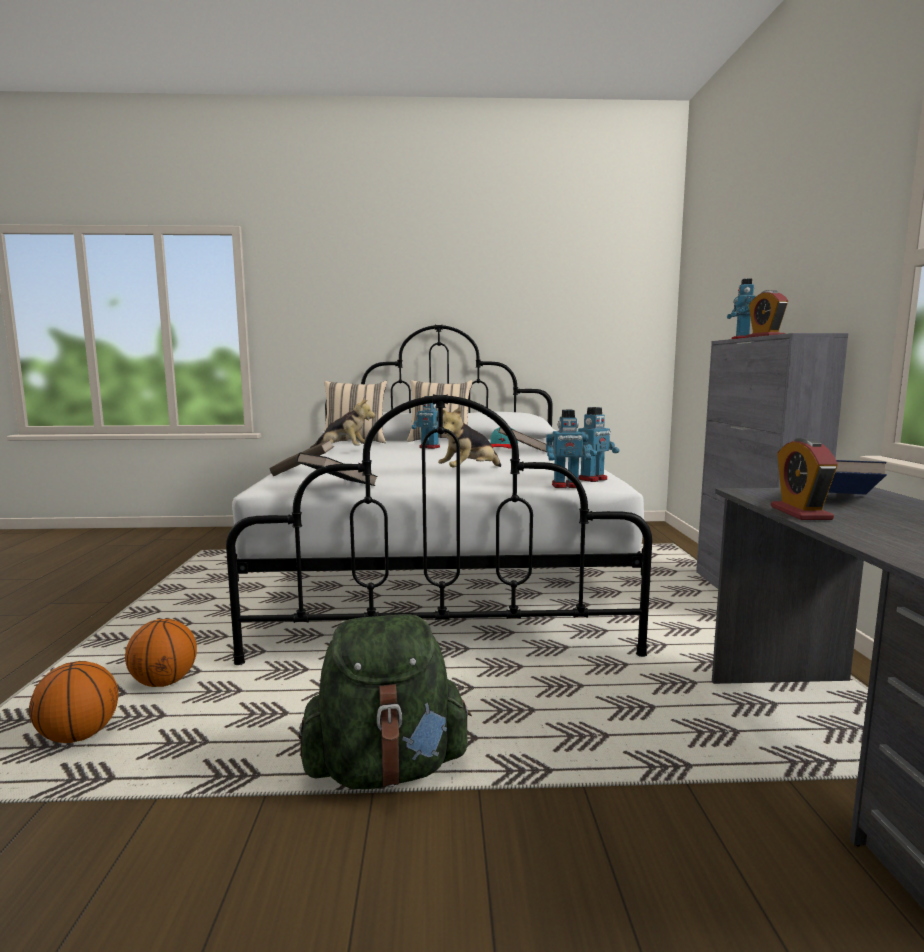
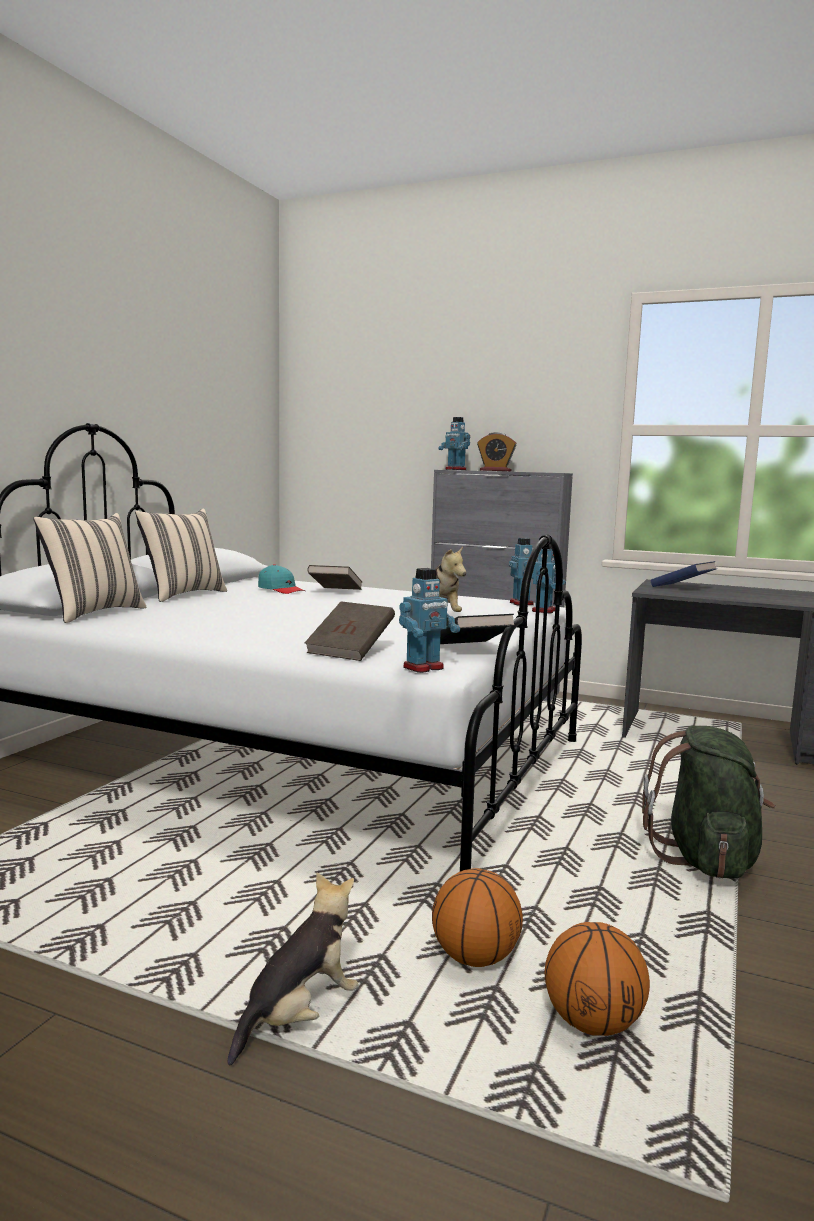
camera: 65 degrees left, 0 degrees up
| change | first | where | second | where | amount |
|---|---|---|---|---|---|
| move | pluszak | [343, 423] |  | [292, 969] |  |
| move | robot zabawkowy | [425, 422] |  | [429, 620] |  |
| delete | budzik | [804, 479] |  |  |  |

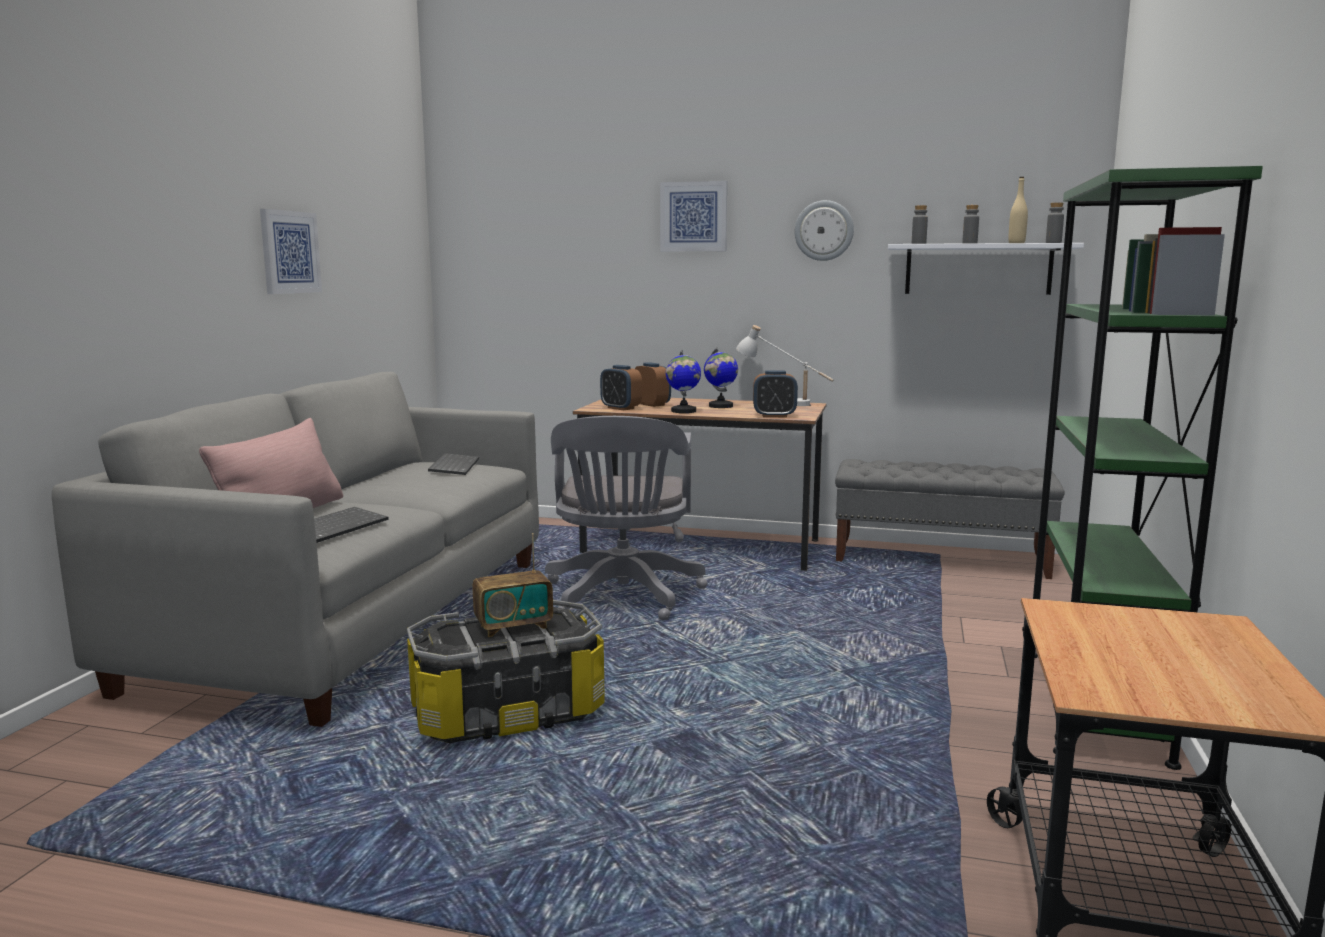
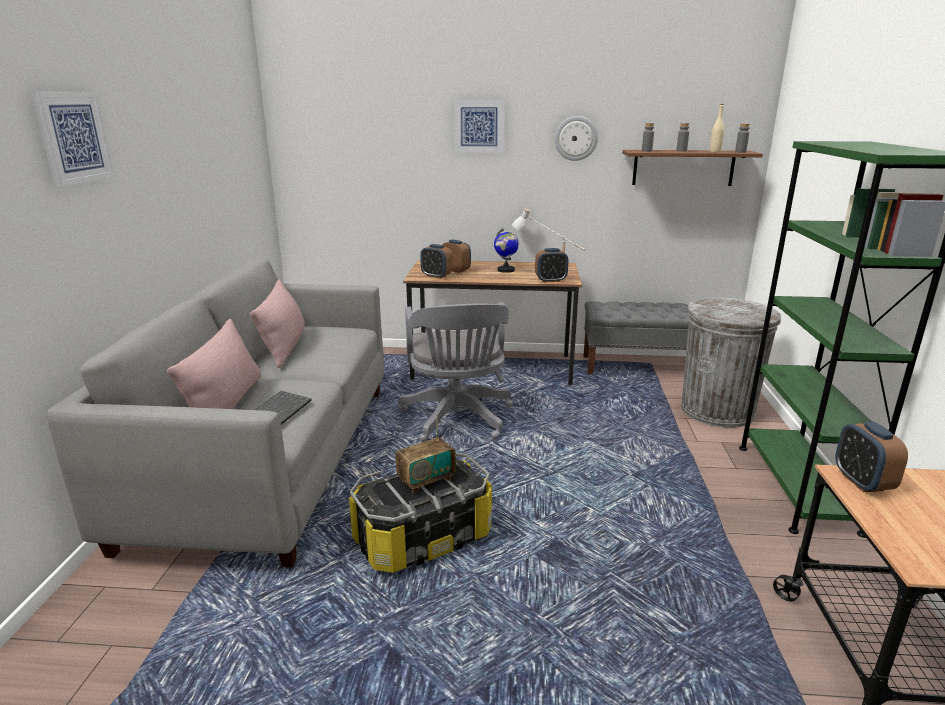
camera: 10 degrees left, 10 degrees up
| change | first | where | second | where | amount |
|---|---|---|---|---|---|
| move | obraz | [291, 251] |  | [72, 139] |  |
| delete | klawiatura | [453, 464] |  |  |  |
| delete | globus | [683, 381] |  |  |  |
| recolor | półka (biały) | [986, 269] | półka (brązowy) | [692, 168] |  |
| insert |  |  | poduszka (różowy) | [277, 324] |  |
| insert |  |  | kosz na śmieci (szary) | [731, 363] |  |
| insert |  |  | budzik | [872, 457] |  |

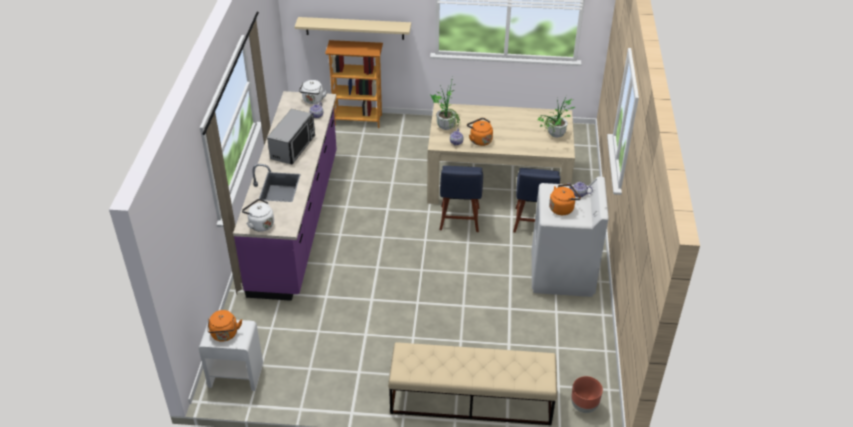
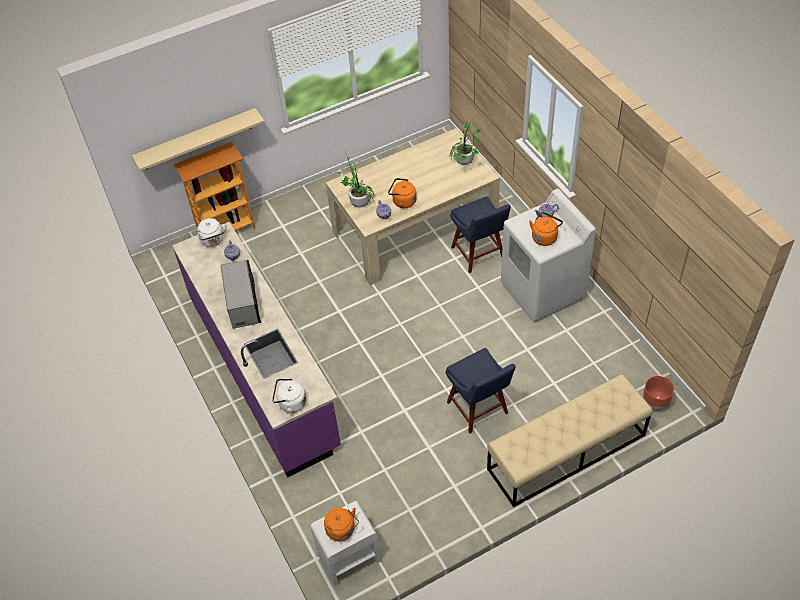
camera: 30 degrees left, 10 degrees up
| change | first | where | second | where | amount |
|---|---|---|---|---|---|
| move | krzesło (niebieski) | [461, 199] |  | [480, 390] |  |

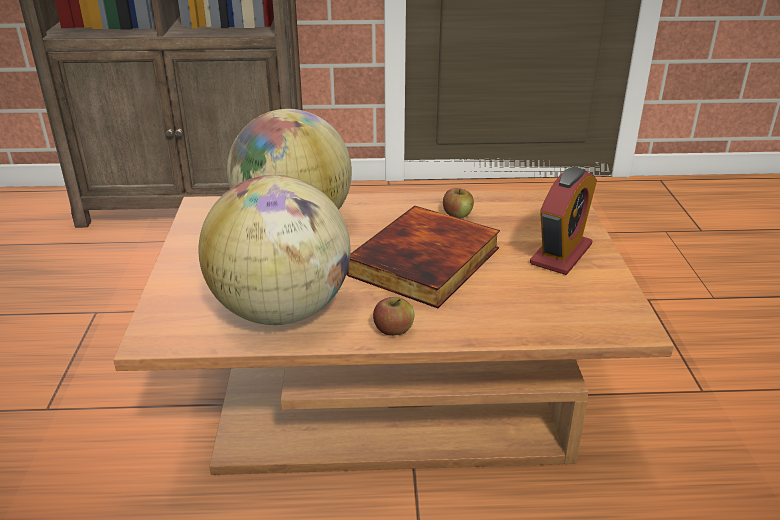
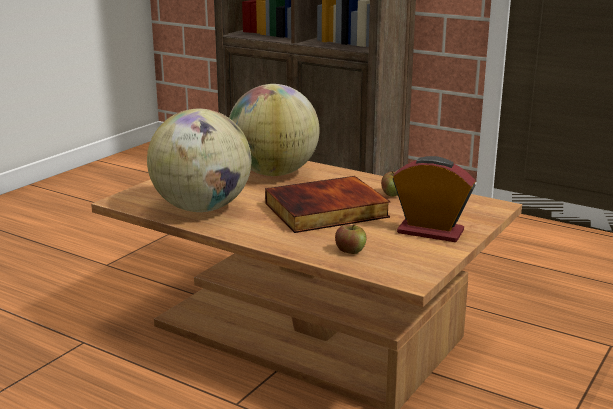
camera: 35 degrees right, 10 degrees down
| change | first | where | second | where | amount |
|---|---|---|---|---|---|
| move | jabłko | [393, 316] |  | [350, 239] |  |
| rotate | budzik | [563, 221] |  | [434, 199] | 135 degrees counterclockwise |

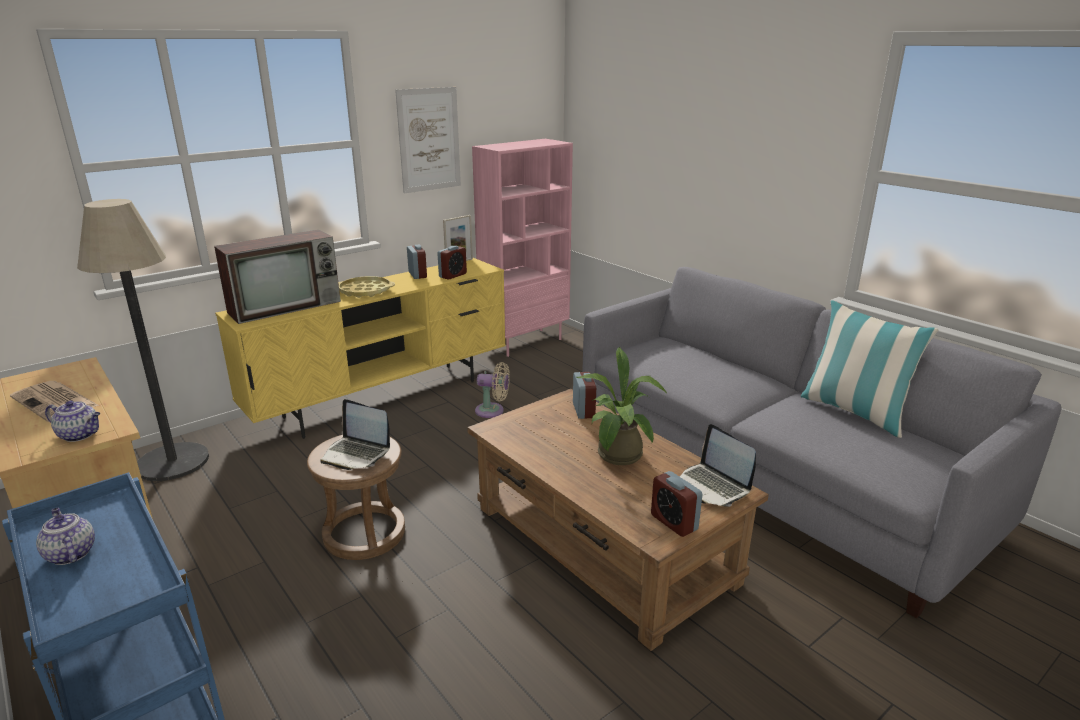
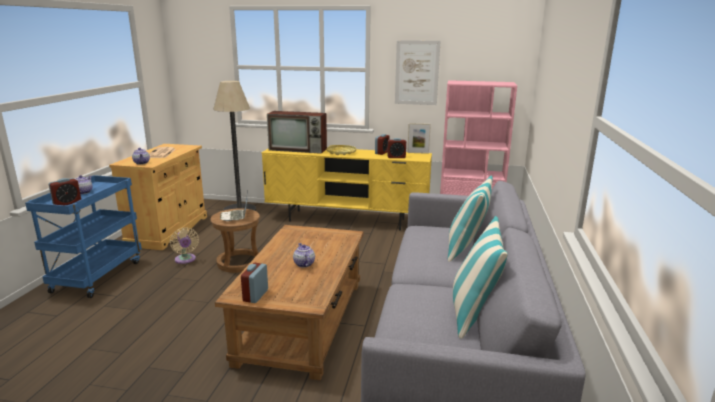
camera: 50 degrees right, 5 degrees down
| change | first | where | second | where | amount |
|---|---|---|---|---|---|
| move | wentylator (beżowy) | [492, 390] |  | [184, 245] |  |
| move | budzik | [584, 395] |  | [65, 191] |  |
| replace | roślina doniczkowa | [621, 406] | imbryk | [304, 255] |  |
| delete | laptop | [718, 465] |  |  |  |
| insert |  |  | poduszka | [470, 219] |  |

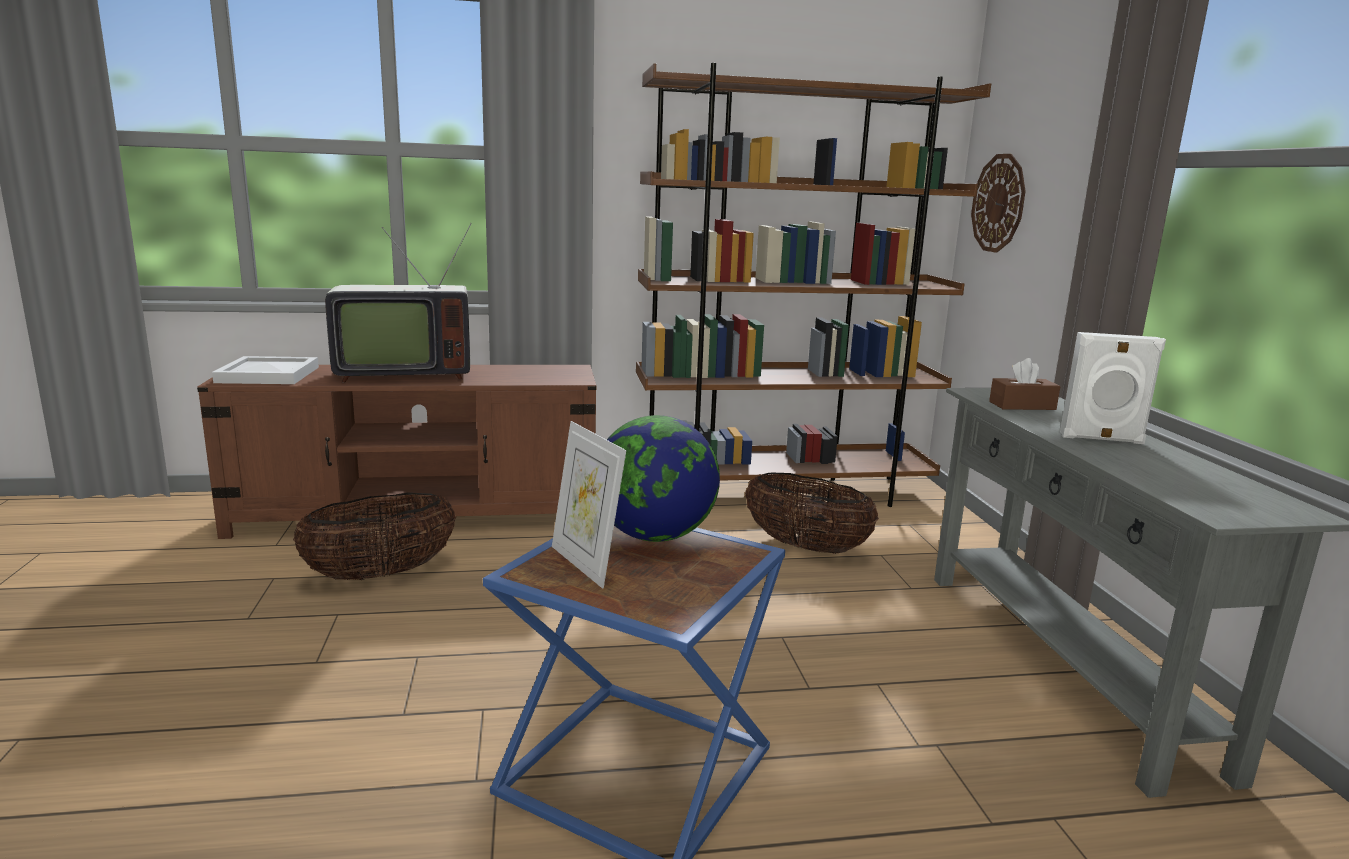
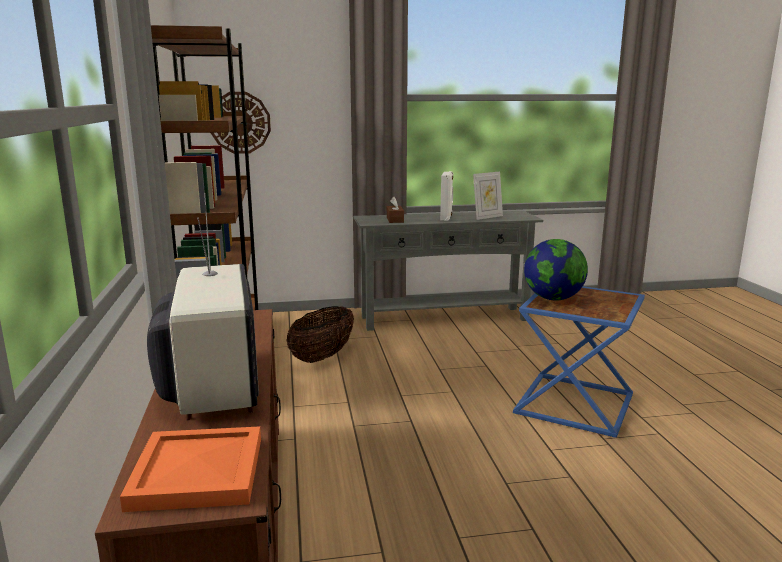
camera: 90 degrees left, 0 degrees up
| change | first | where | second | where | amount |
|---|---|---|---|---|---|
| recolor | taca (biały) | [265, 370] | taca (pomarańczowy) | [190, 469] |  |
| delete | koszyk | [374, 536] |  |  |  |
| move | ramka na zdjęcie | [589, 505] |  | [488, 196] |  |

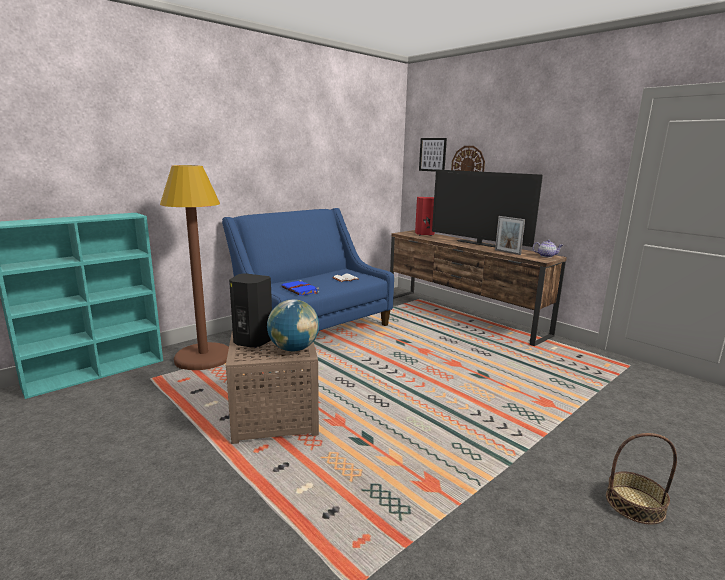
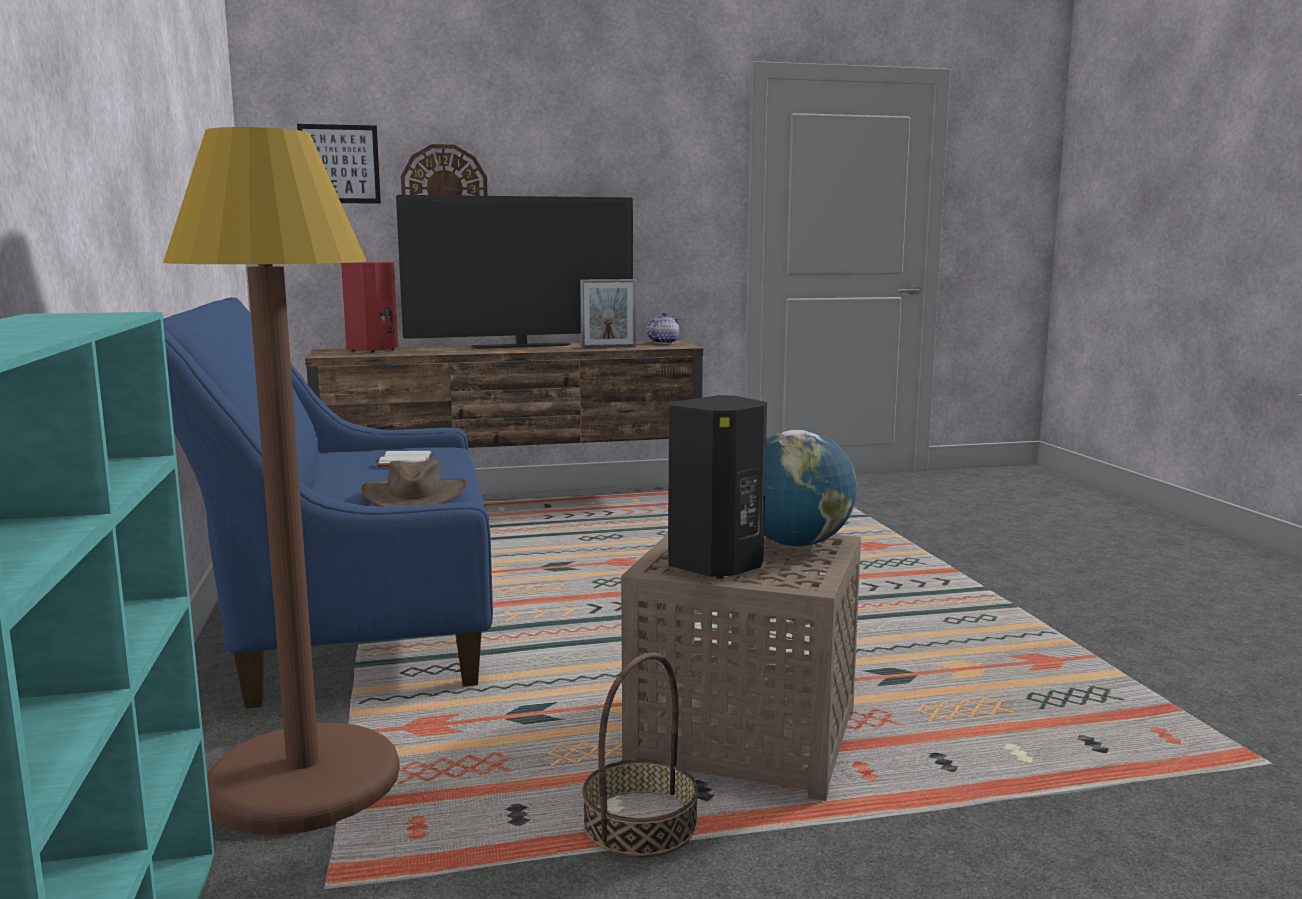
camera: 60 degrees left, 5 degrees down
| change | first | where | second | where | amount |
|---|---|---|---|---|---|
| replace | książka (niebieski) | [300, 288] | kapelusz (brązowy) | [414, 483] |  |
| move | koszyk | [641, 478] |  | [640, 755] |  |

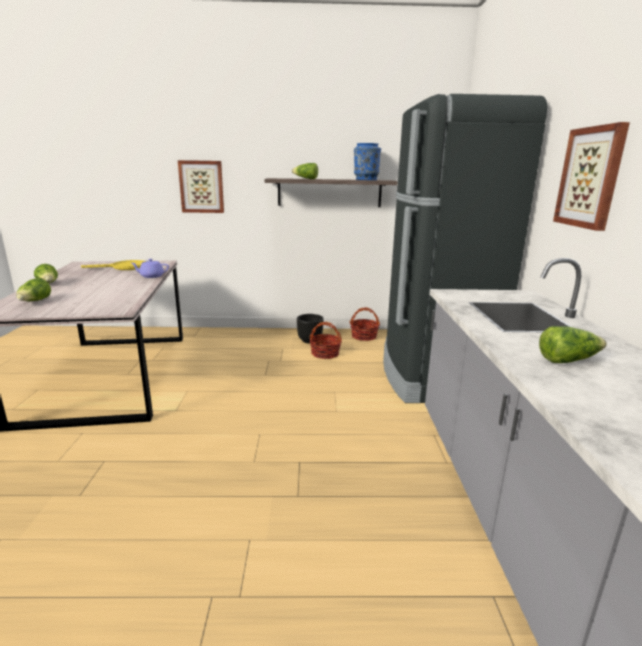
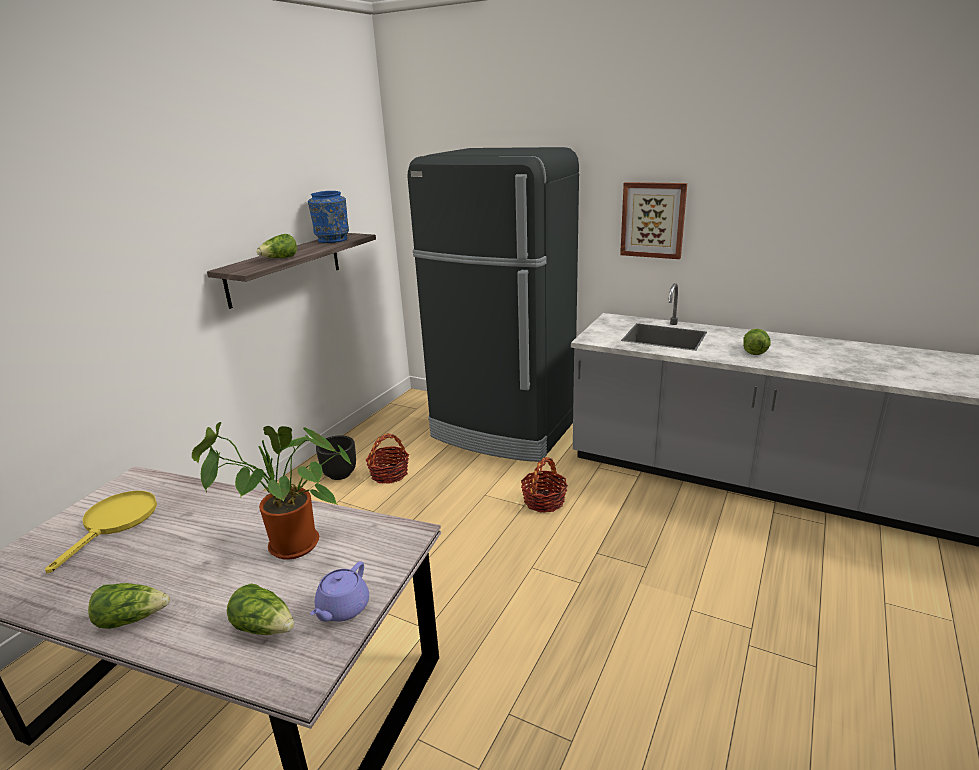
camera: 60 degrees left, 5 degrees up
| change | first | where | second | where | amount |
|---|---|---|---|---|---|
| move | imbryk (fioletowy) | [150, 268] |  | [339, 591] |  |
| delete | obraz | [201, 186] |  |  |  |
| move | koszyk | [365, 324] |  | [544, 485] |  |
| insert |  |  | roślina doniczkowa | [272, 491] |  |

